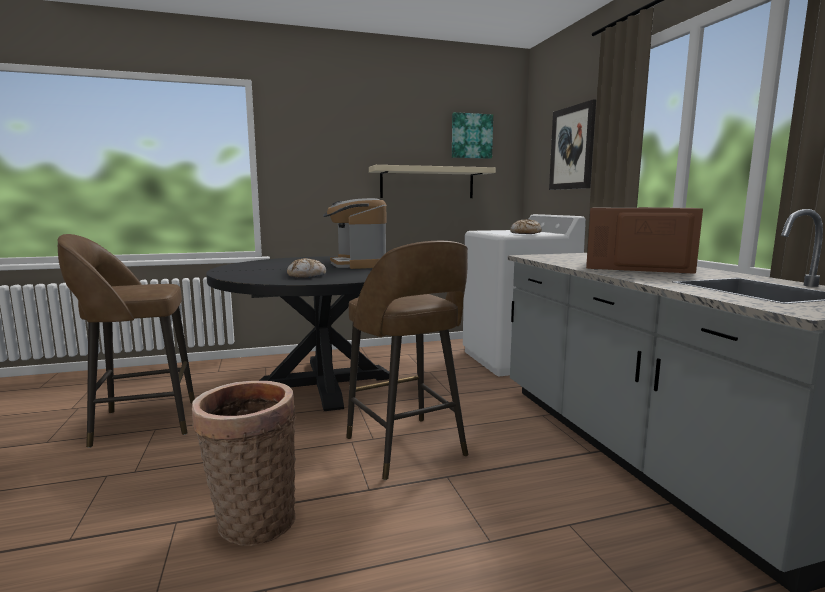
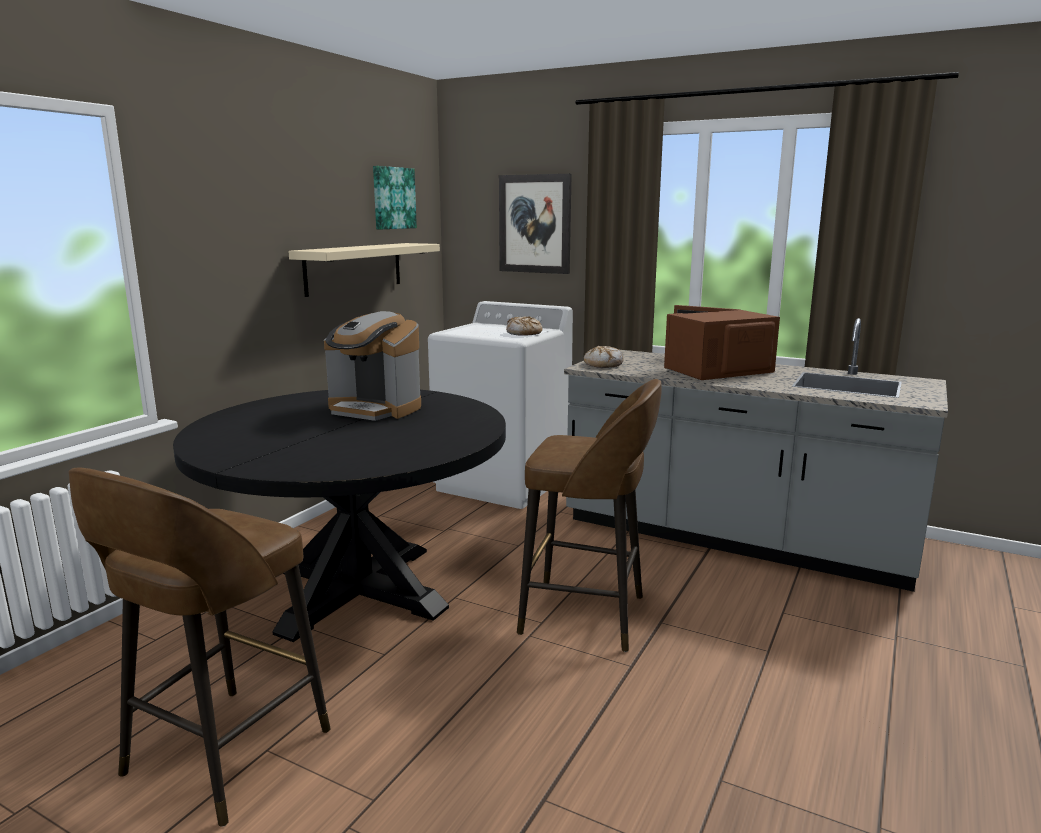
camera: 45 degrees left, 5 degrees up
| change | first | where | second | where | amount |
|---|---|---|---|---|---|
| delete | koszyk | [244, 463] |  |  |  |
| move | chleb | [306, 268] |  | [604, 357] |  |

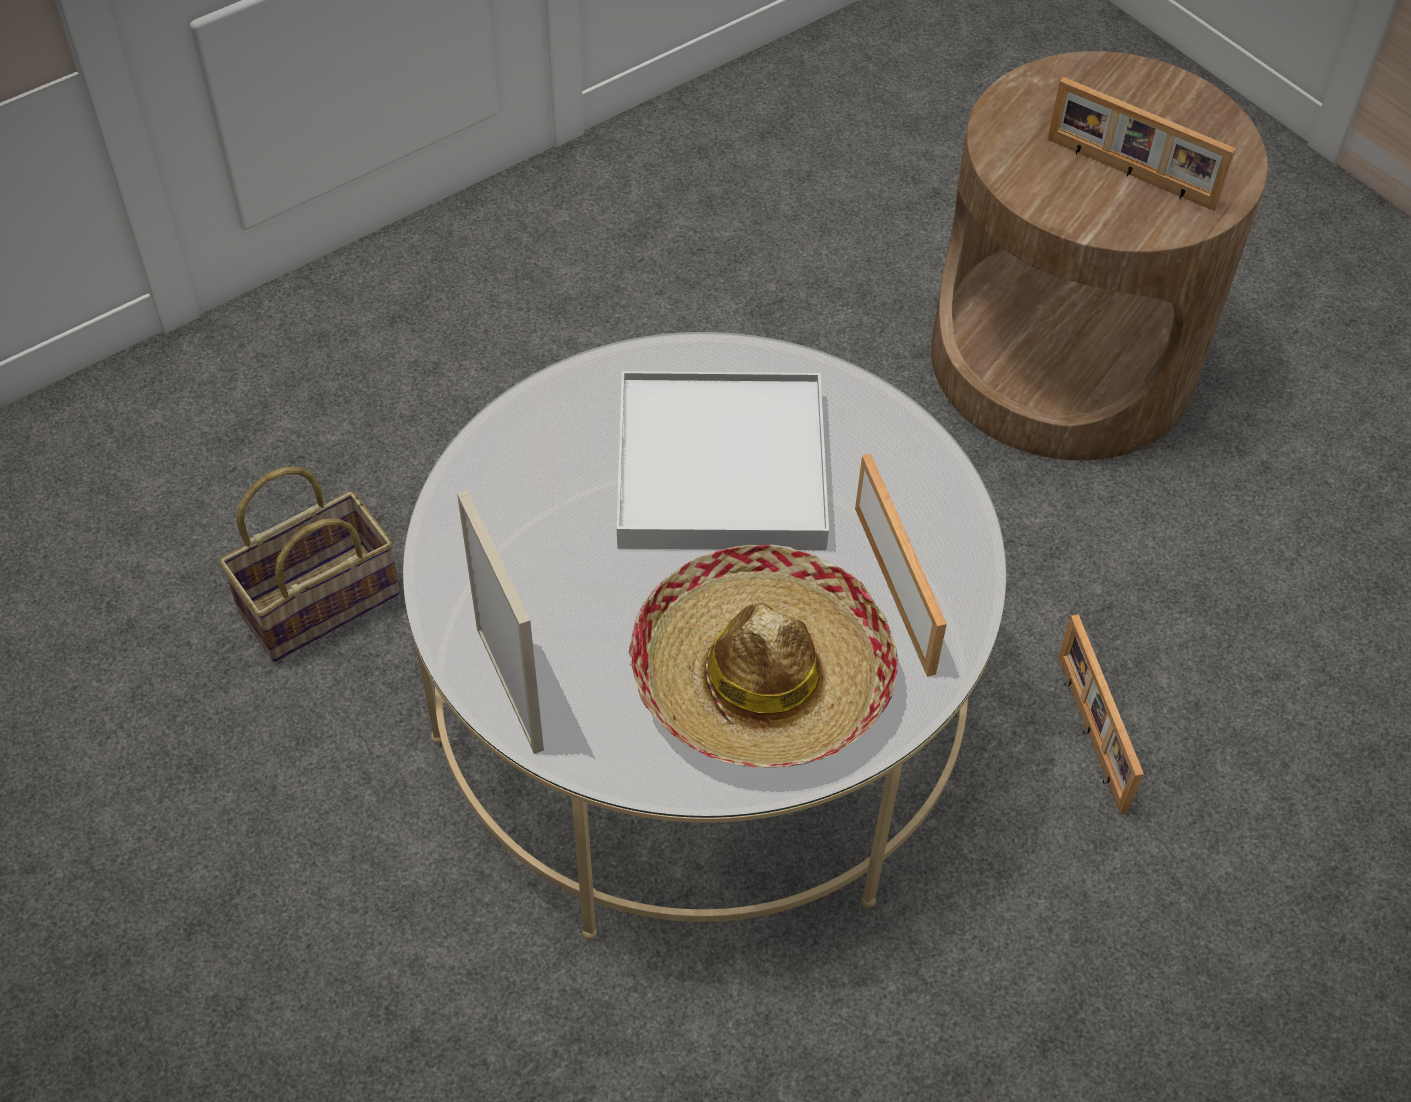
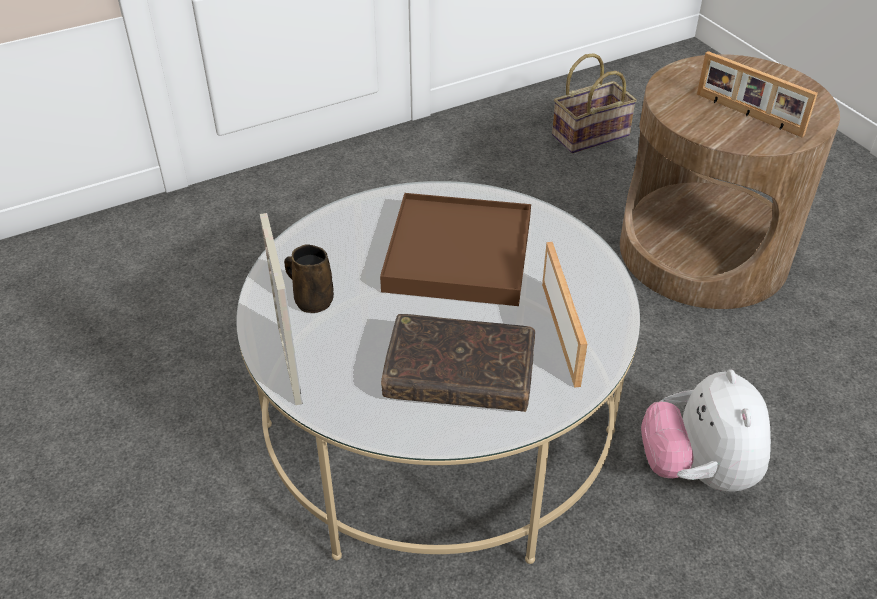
camera: 10 degrees right, 10 degrees down
| change | first | where | second | where | amount |
|---|---|---|---|---|---|
| move | koszyk | [309, 564] |  | [594, 103] |  |
| recolor | taca (biały) | [723, 460] | taca (brązowy) | [455, 249] |  |
| replace | kapelusz | [763, 656] | książka (brązowy) | [458, 363] |  |
| replace | ramka na zdjęcie | [1101, 714] | pluszak | [706, 430] |  |
| insert |  |  | kubek (brązowy) | [309, 278] |  |

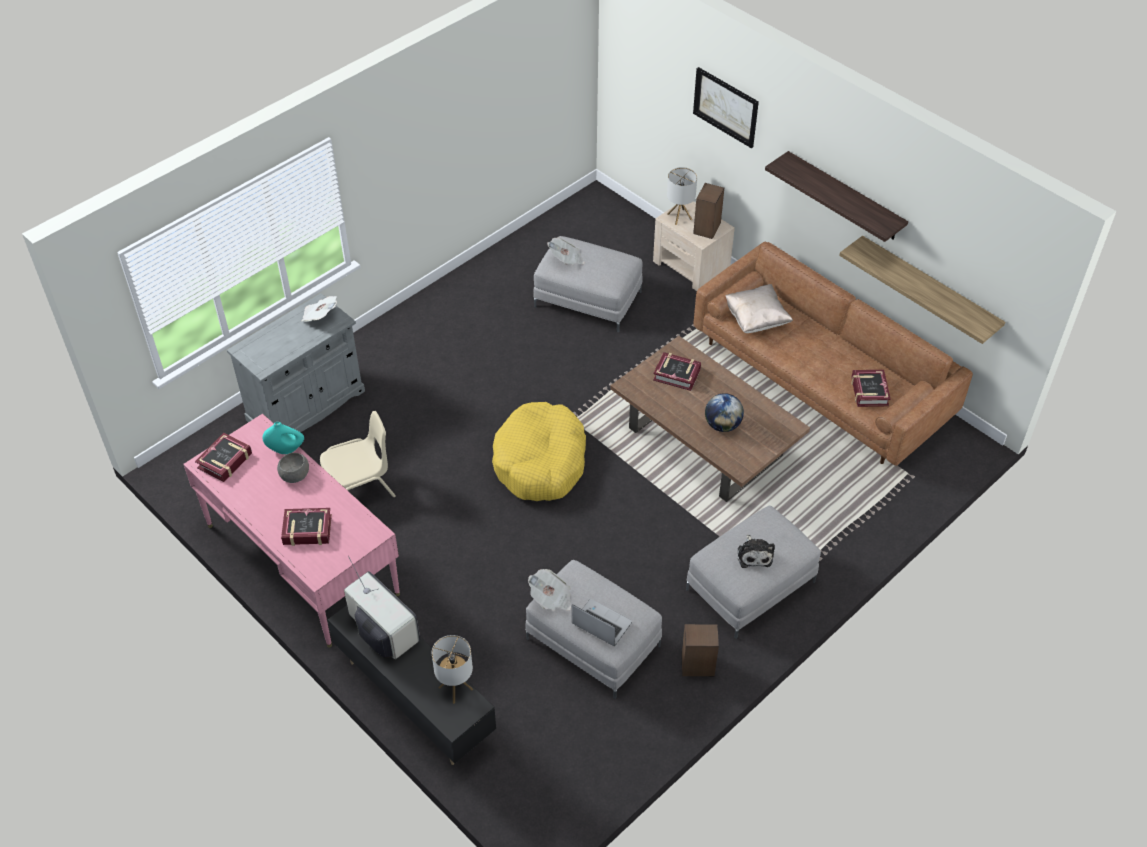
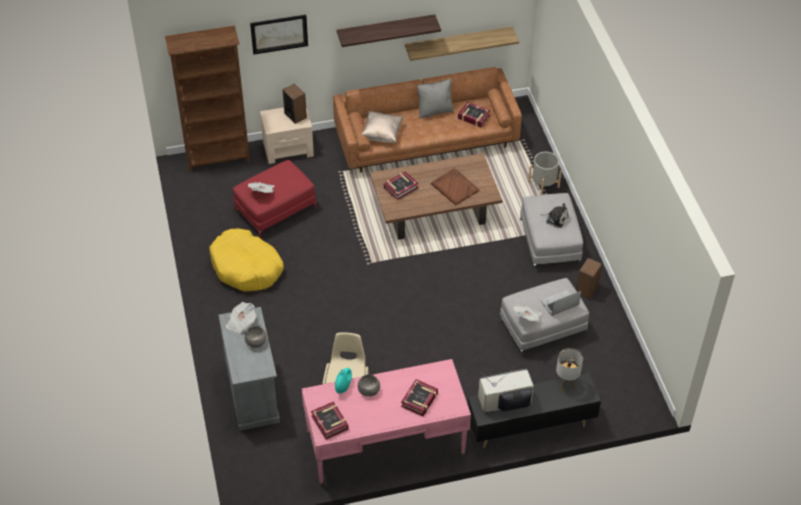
camera: 60 degrees left, 0 degrees up
| change | first | where | second | where | amount |
|---|---|---|---|---|---|
| move | legowisko (żółty) | [539, 451] |  | [246, 260] |  |
| recolor | pufa (szary) | [588, 284] | pufa (czerwony) | [274, 199] |  |
| delete | lampa stołowa | [682, 196] |  |  |  |
| replace | globus | [724, 412] | taca (brązowy) | [455, 186] |  |
| insert |  |  | regał (brązowy) | [207, 99] |  |
| insert |  |  | miska (szary) | [256, 337] |  |
| insert |  |  | poduszka (szary) | [435, 98] |  |
| insert |  |  | donica (szary) | [545, 173] |  |

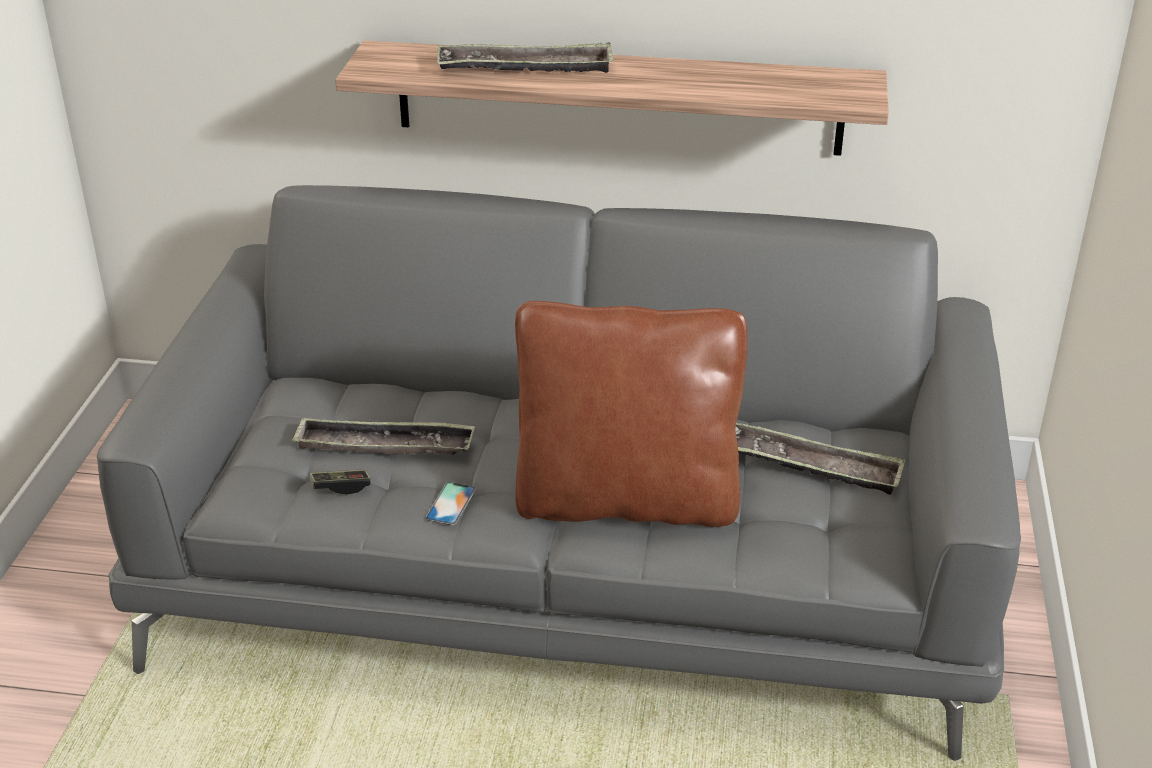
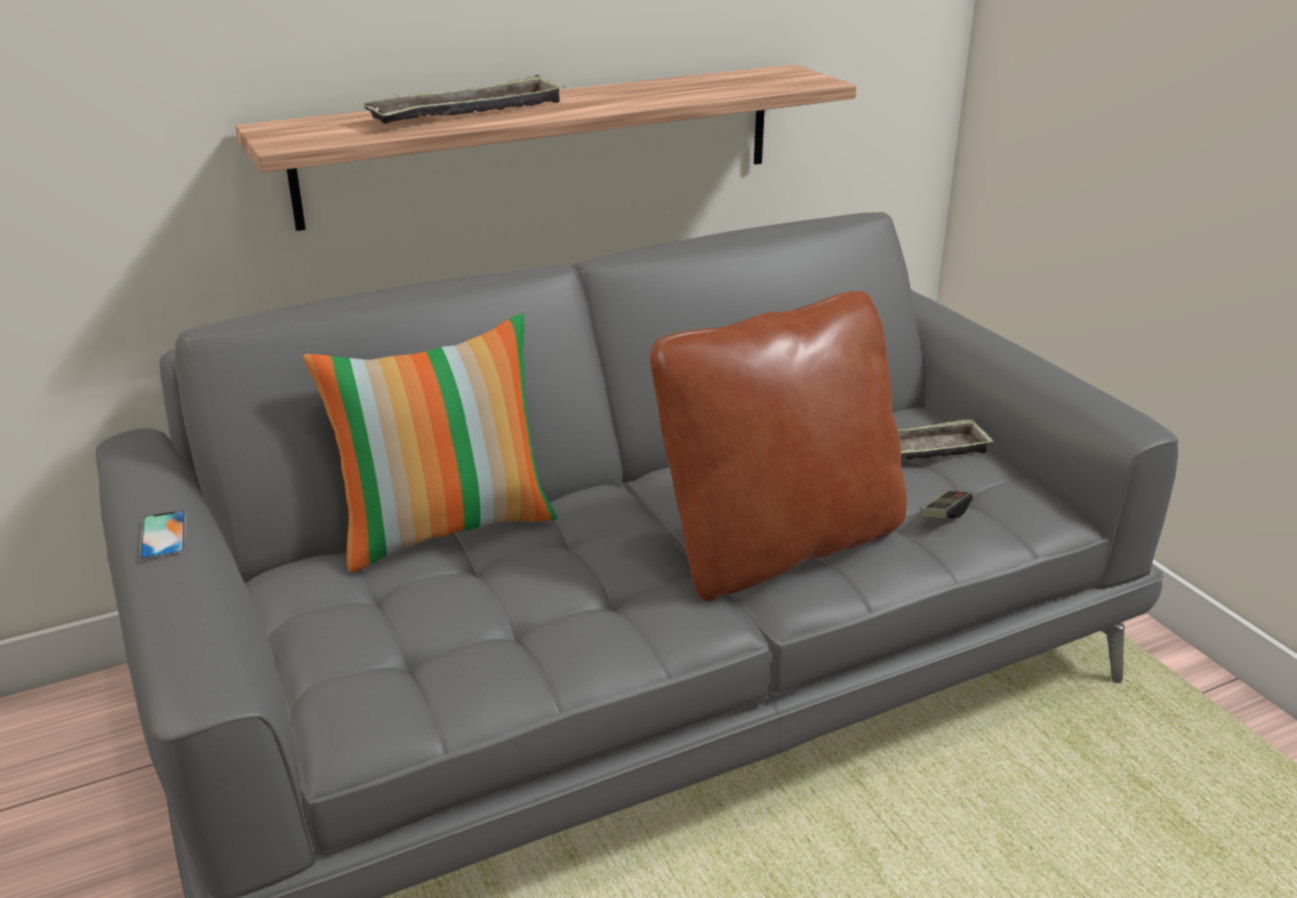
camera: 35 degrees left, 5 degrees down
| change | first | where | second | where | amount |
|---|---|---|---|---|---|
| delete | taca | [383, 436] |  |  |  |
| move | pad do gier | [340, 482] |  | [946, 504] |  |
| move | telefon | [450, 503] |  | [162, 535] |  |
| insert |  |  | poduszka | [430, 443] |  |

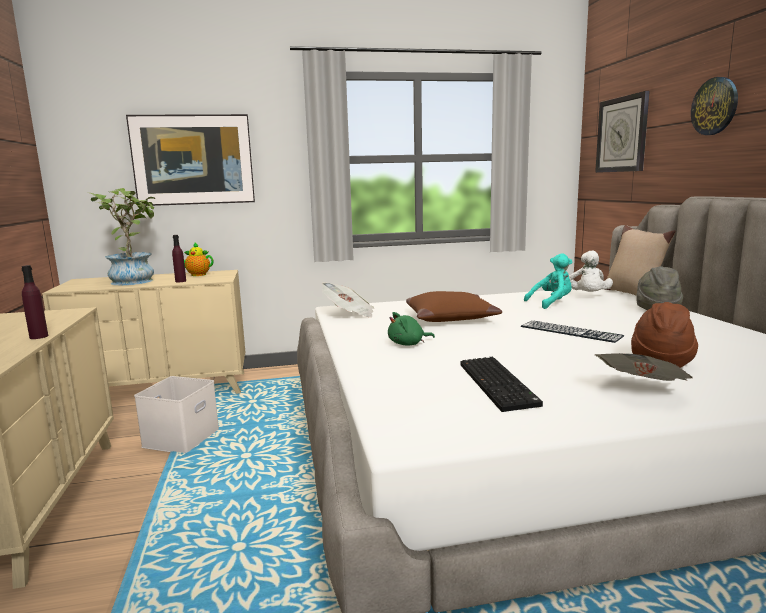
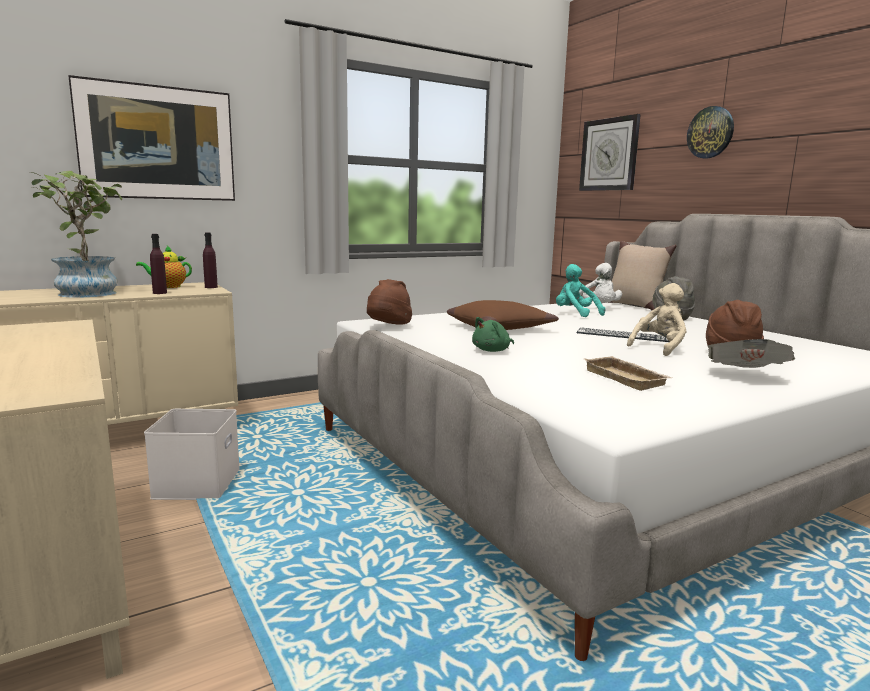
camera: 20 degrees left, 0 degrees up
| change | first | where | second | where | amount |
|---|---|---|---|---|---|
| move | butelka (fioletowy) | [34, 302] |  | [210, 260] |  |
| replace | gazeta | [348, 300] | kapelusz (brązowy) | [389, 302] |  |
| replace | klawiatura | [501, 384] | taca (beżowy) | [628, 373] |  |
| rotate | pluszak (turkusowy) | [548, 281] |  | [580, 290] | 90 degrees counterclockwise |
| insert |  |  | pluszak (beżowy) | [657, 319] |  |

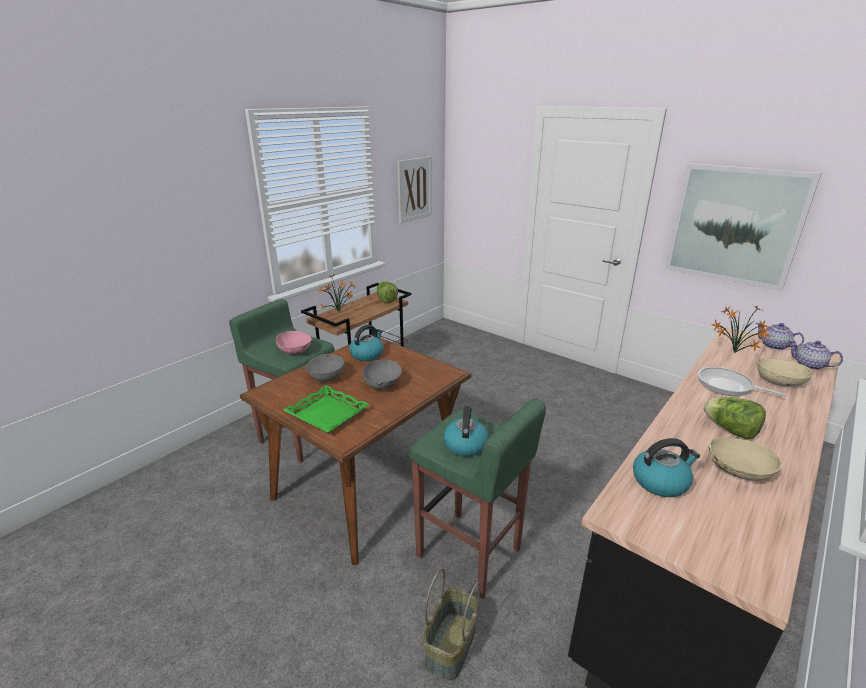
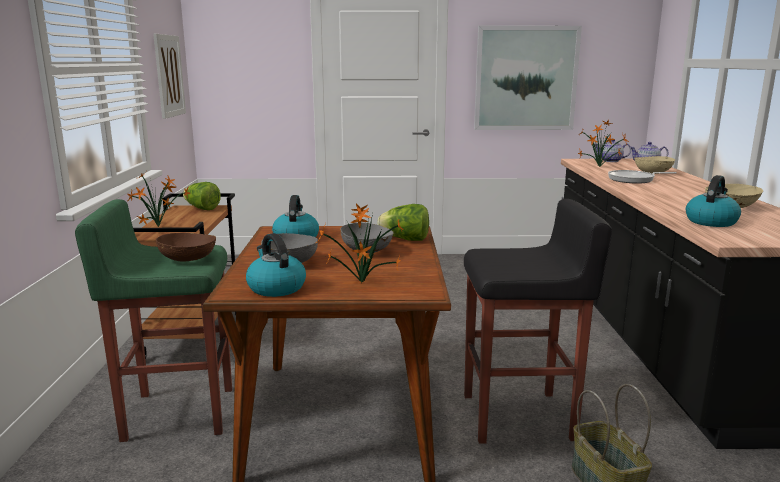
camera: 40 degrees left, 10 degrees down
| change | first | where | second | where | amount |
|---|---|---|---|---|---|
| recolor | miska (różowy) | [294, 343] | miska (brązowy) | [186, 247] |  |
| replace | taca (zielony) | [326, 409] | roślina doniczkowa | [360, 243] |  |
| recolor | stołek (zielony) | [477, 498] | stołek (czarny) | [538, 321] |  |
| move | czajnik | [466, 431] |  | [276, 265] |  |
| move | sałata | [735, 418] |  | [403, 222] |  |

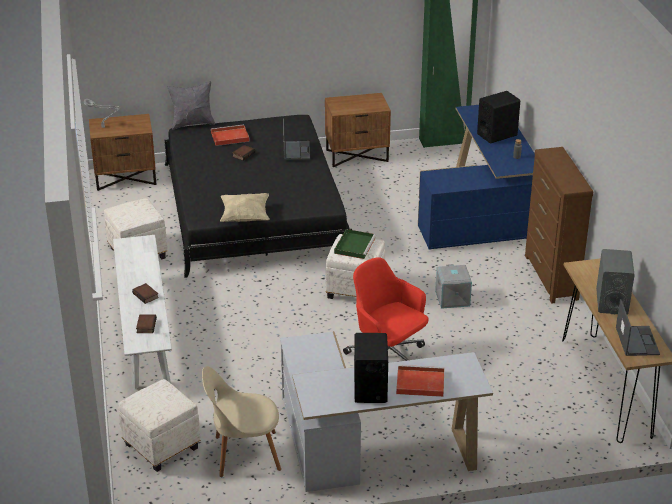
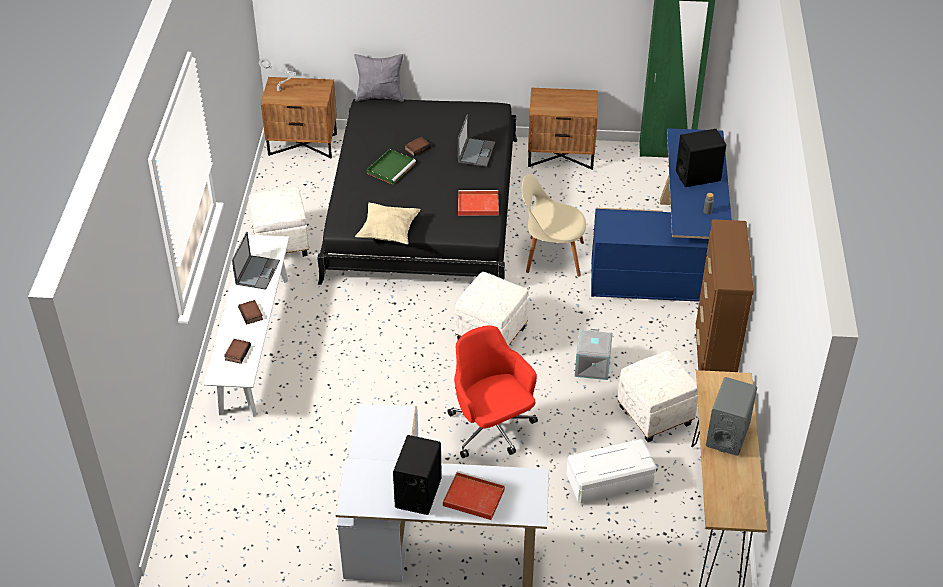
camera: 15 degrees right, 10 degrees up
| change | first | where | second | where | amount |
|---|---|---|---|---|---|
| move | pufa (biały) | [159, 425] |  | [657, 396] |  |
| move | krzesło (beżowy) | [241, 421] |  | [554, 225] |  |
| move | taca (czerwony) | [230, 135] |  | [478, 203] |  |
| move | taca (zielony) | [355, 244] |  | [391, 167] |  |
| move | laptop | [638, 327] |  | [256, 261] |  |
| insert |  |  | pojemnik do przechowywania (biały) | [611, 471] |  |

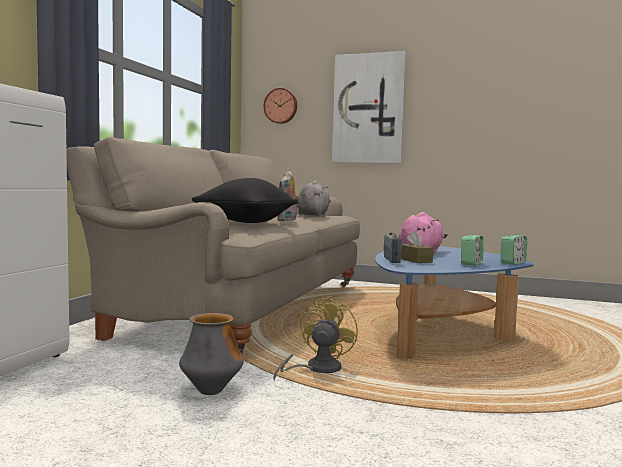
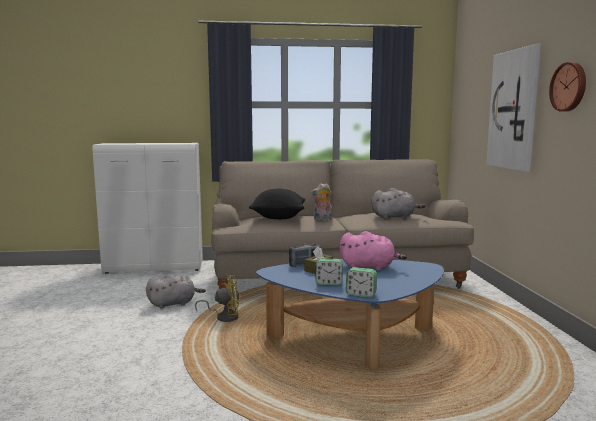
camera: 65 degrees right, 5 degrees up
| change | first | where | second | where | amount |
|---|---|---|---|---|---|
| replace | wazon | [211, 354] | pluszak (szary) | [176, 291] |  |
| move | zegar ścienny | [280, 106] |  | [567, 87] |  |

